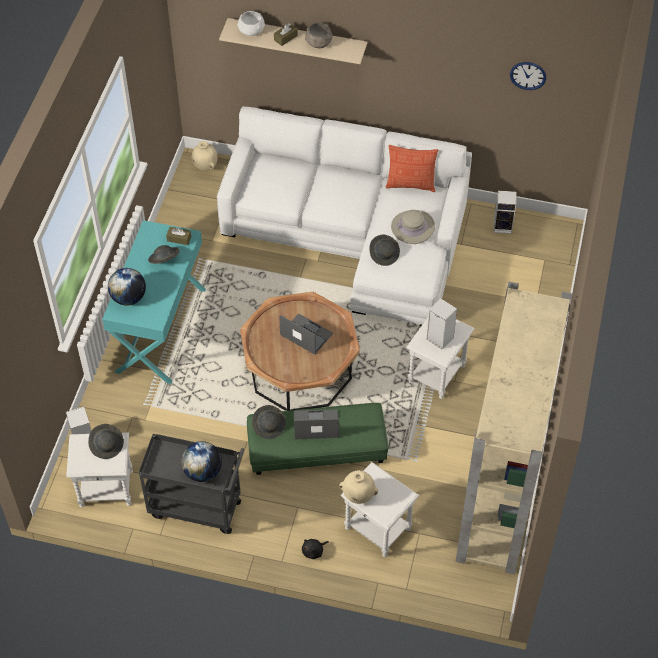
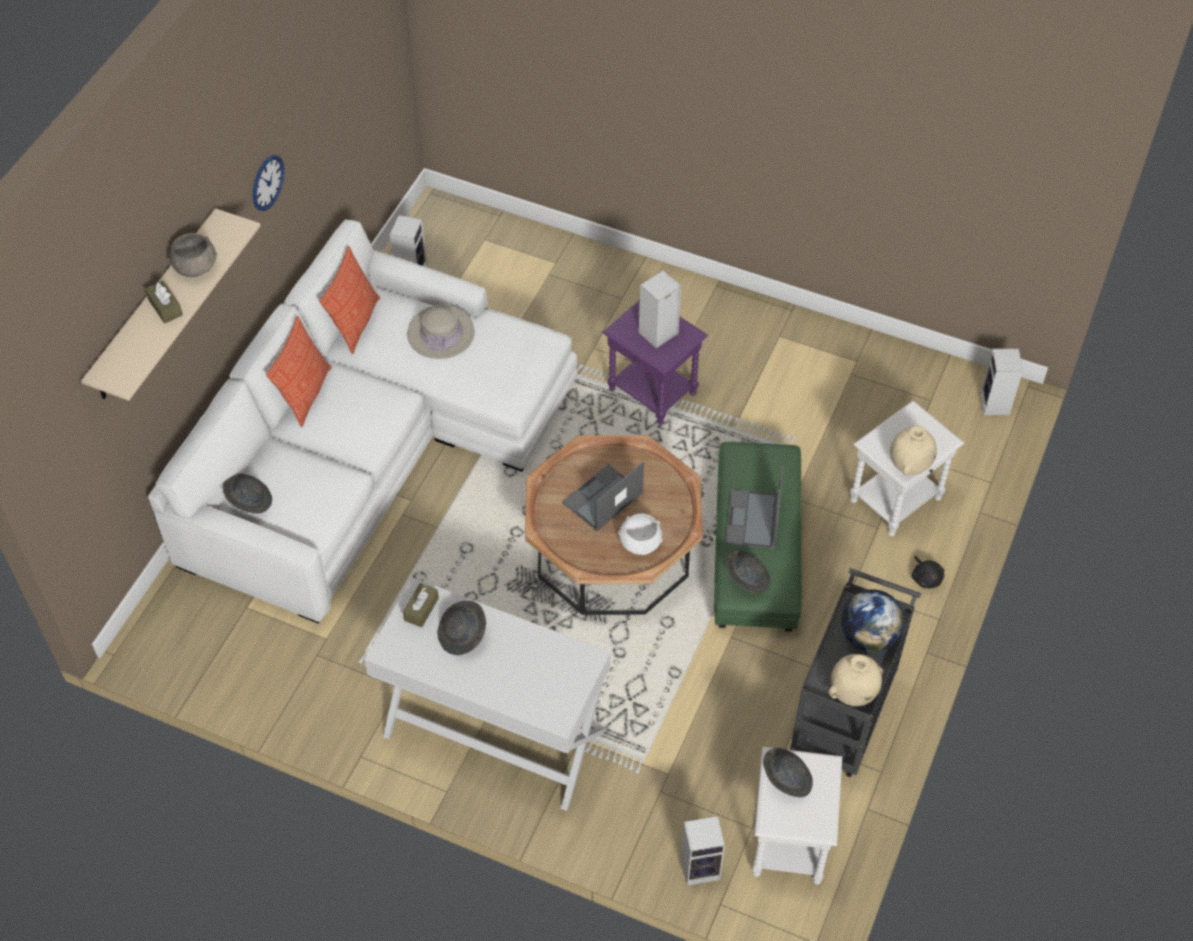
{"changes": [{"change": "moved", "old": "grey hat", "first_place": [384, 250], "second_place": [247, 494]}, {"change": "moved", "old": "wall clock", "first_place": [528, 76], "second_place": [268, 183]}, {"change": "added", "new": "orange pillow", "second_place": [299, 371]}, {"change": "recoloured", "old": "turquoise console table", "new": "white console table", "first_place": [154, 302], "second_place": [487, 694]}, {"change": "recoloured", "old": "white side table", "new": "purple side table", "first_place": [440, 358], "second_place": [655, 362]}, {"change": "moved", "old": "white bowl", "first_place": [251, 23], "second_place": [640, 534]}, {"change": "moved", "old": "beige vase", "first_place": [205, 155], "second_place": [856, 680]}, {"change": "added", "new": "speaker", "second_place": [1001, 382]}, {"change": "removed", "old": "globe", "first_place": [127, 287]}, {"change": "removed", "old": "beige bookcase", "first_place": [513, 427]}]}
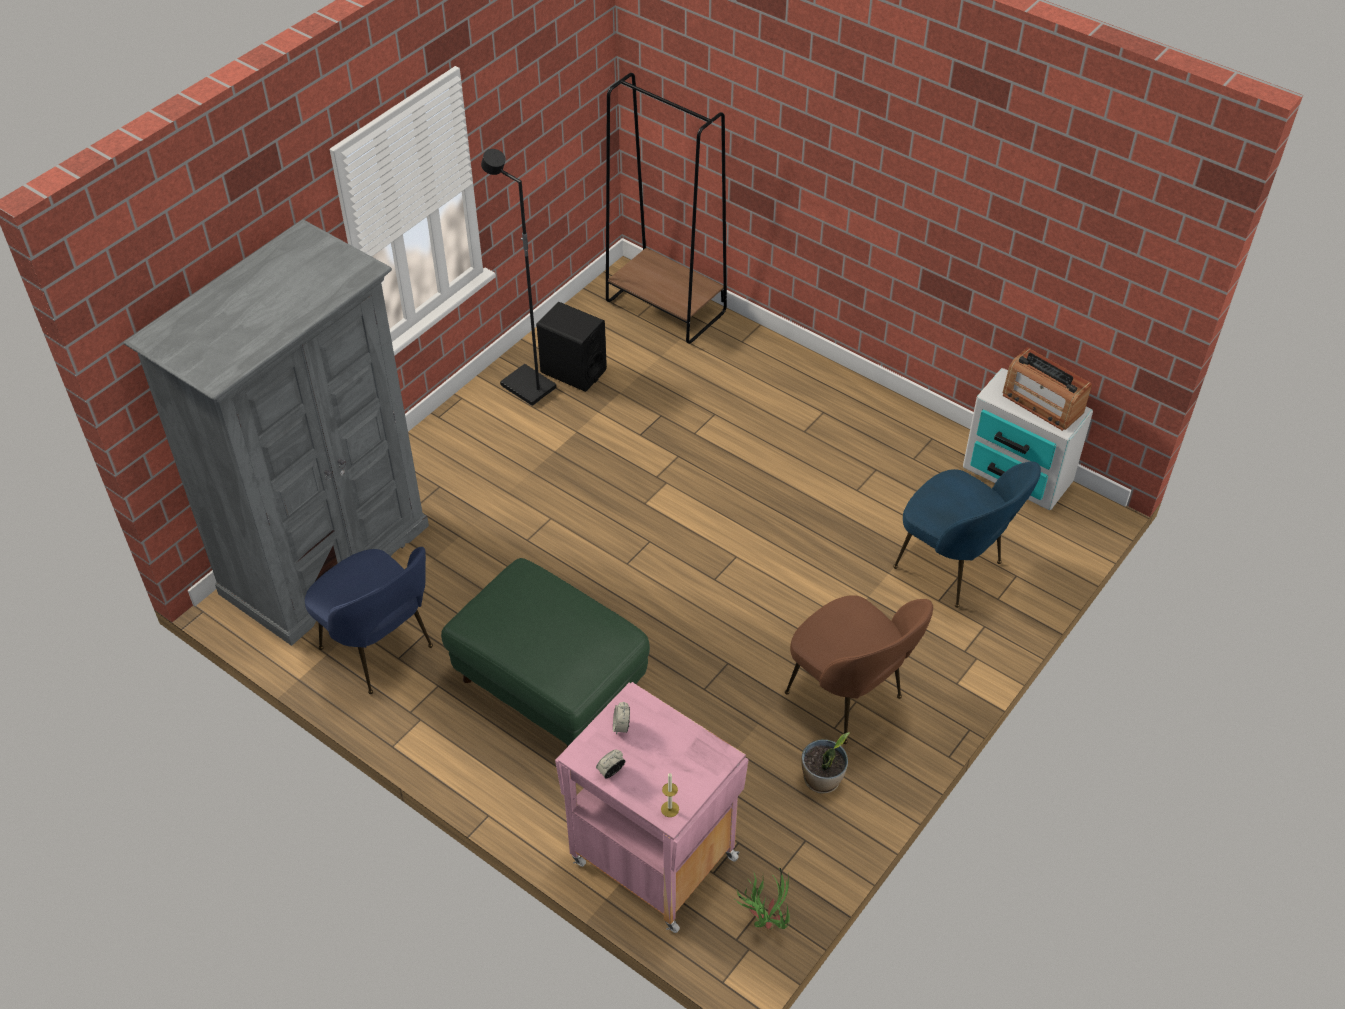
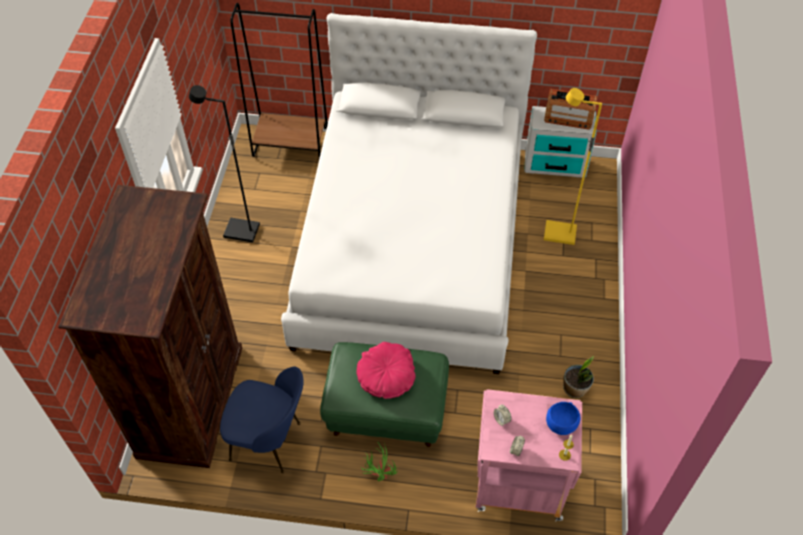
{"changes": [{"change": "recoloured", "old": "grey wardrobe", "new": "brown wardrobe", "first_place": [276, 433], "second_place": [150, 326]}, {"change": "added", "new": "white bed", "second_place": [409, 193]}, {"change": "added", "new": "pink pillow", "second_place": [386, 370]}, {"change": "moved", "old": "potted plant", "first_place": [762, 898], "second_place": [379, 462]}, {"change": "replaced", "old": "blue chair", "new": "yellow floor lamp", "first_place": [967, 535], "second_place": [573, 166]}, {"change": "added", "new": "blue bowl", "second_place": [563, 418]}, {"change": "removed", "old": "black speaker", "first_place": [571, 347]}, {"change": "removed", "old": "brown chair", "first_place": [859, 669]}]}
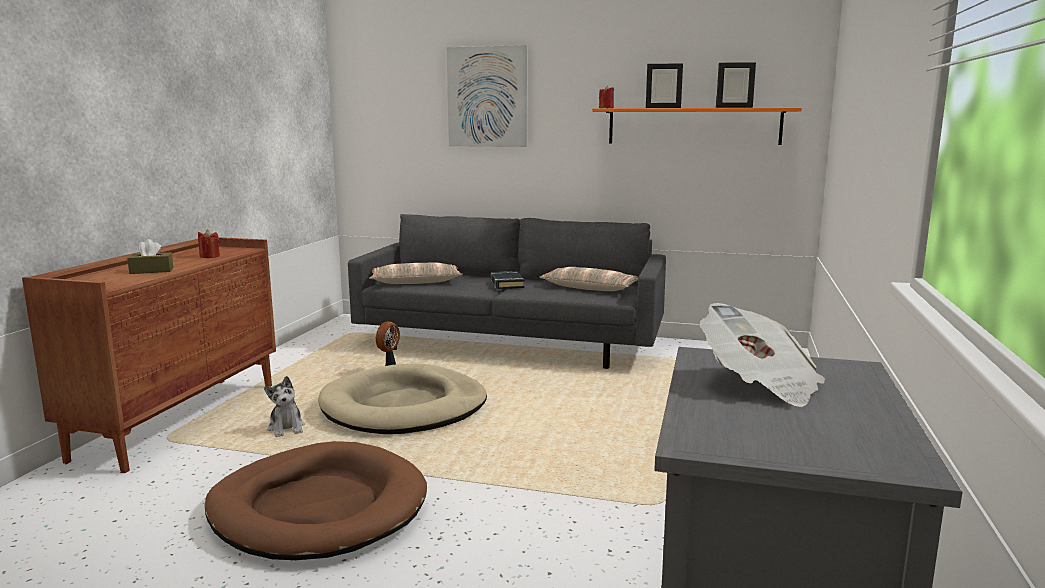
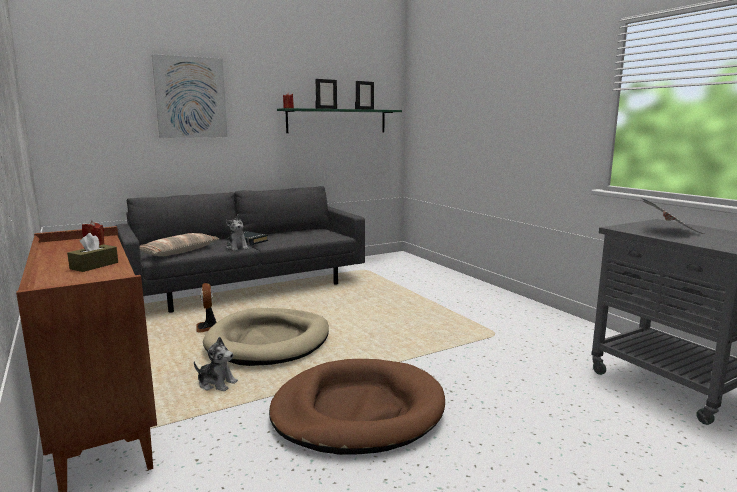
{"changes": [{"change": "added", "new": "plush toy", "second_place": [237, 232]}, {"change": "recoloured", "old": "orange shelf", "new": "green shelf", "first_place": [697, 126], "second_place": [339, 120]}, {"change": "removed", "old": "pillow", "first_place": [588, 279]}]}
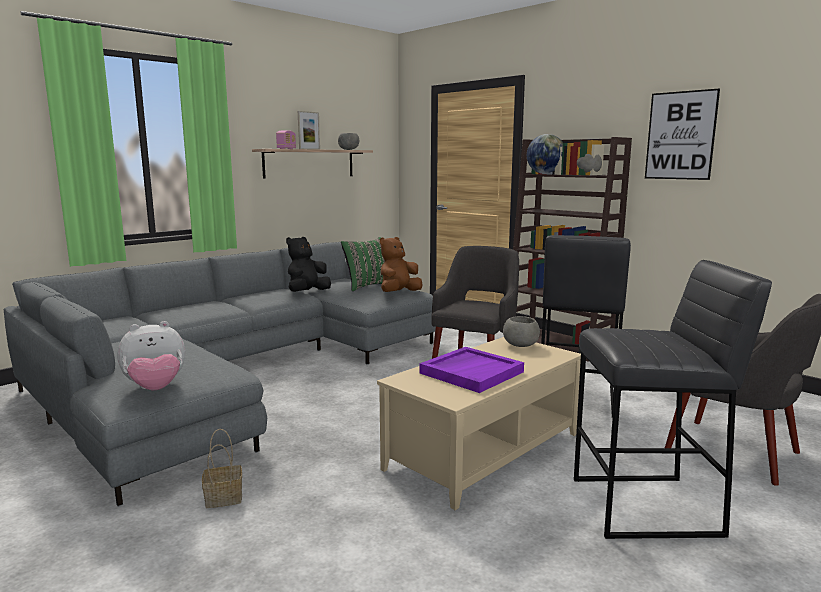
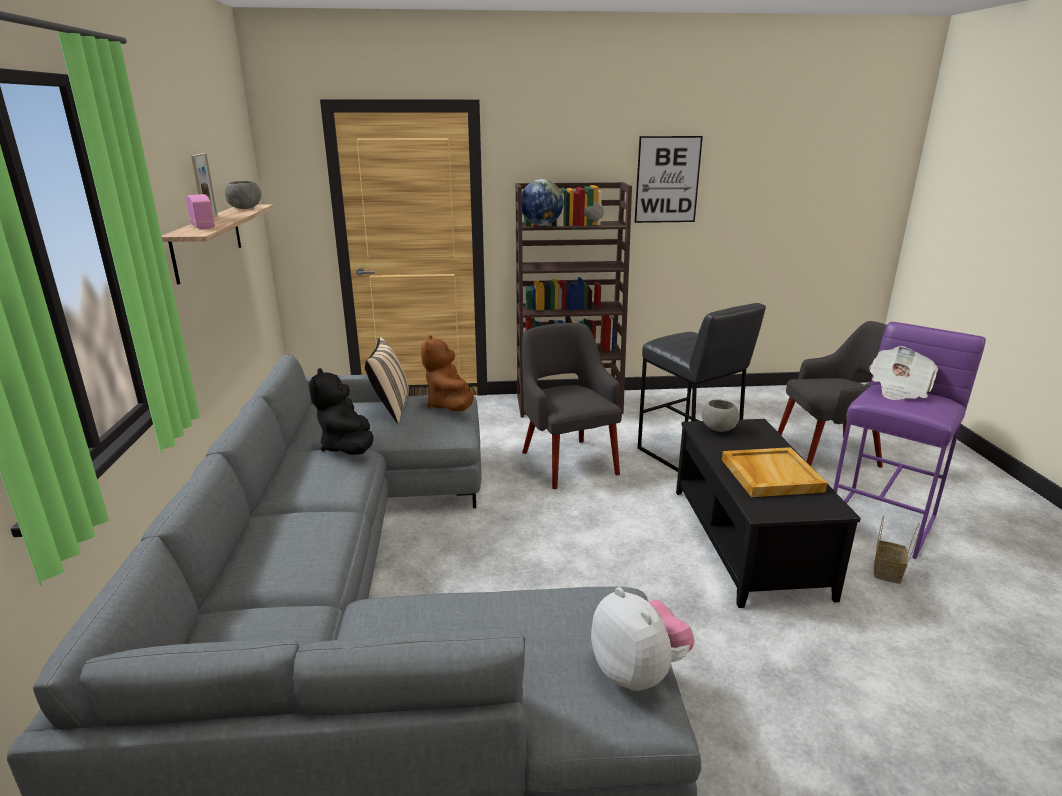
{"changes": [{"change": "recoloured", "old": "green pillow", "new": "beige pillow", "first_place": [363, 264], "second_place": [387, 380]}, {"change": "turned", "old": "plush toy", "first_place": [151, 355], "second_place": [642, 639], "degrees": -45}, {"change": "recoloured", "old": "beige coffee table", "new": "black coffee table", "first_place": [479, 423], "second_place": [768, 513]}, {"change": "recoloured", "old": "purple tray", "new": "beige tray", "first_place": [471, 370], "second_place": [774, 472]}, {"change": "recoloured", "old": "grey stool", "new": "purple stool", "first_place": [673, 399], "second_place": [909, 440]}, {"change": "added", "new": "newspaper", "second_place": [903, 373]}, {"change": "moved", "old": "basket", "first_place": [222, 468], "second_place": [897, 549]}]}
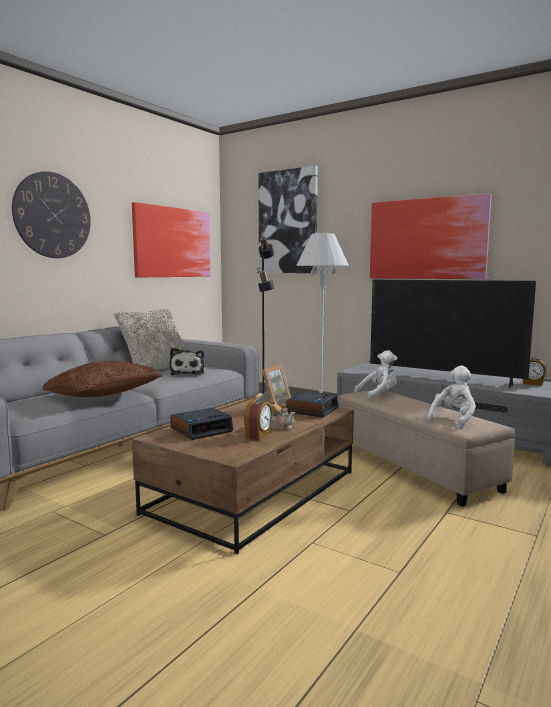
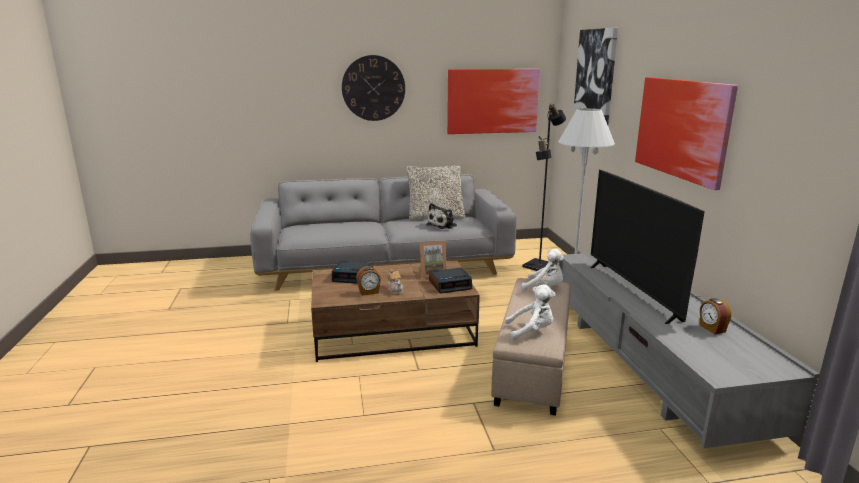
{"changes": [{"change": "removed", "old": "brown pillow", "first_place": [102, 379]}]}
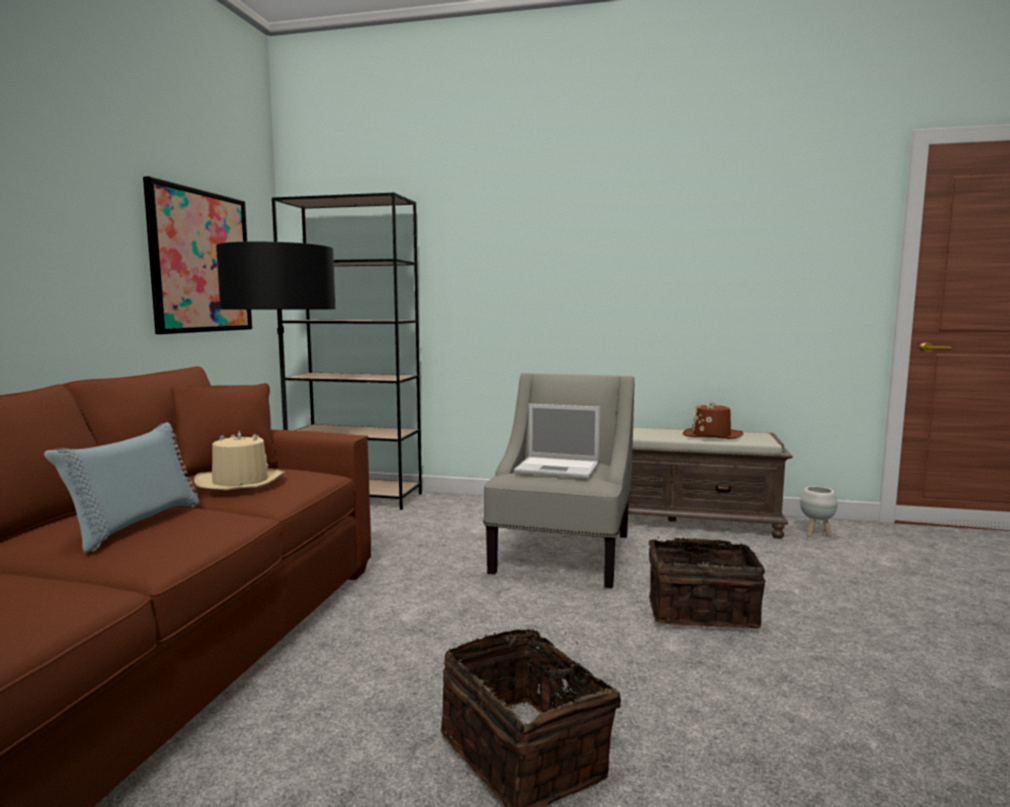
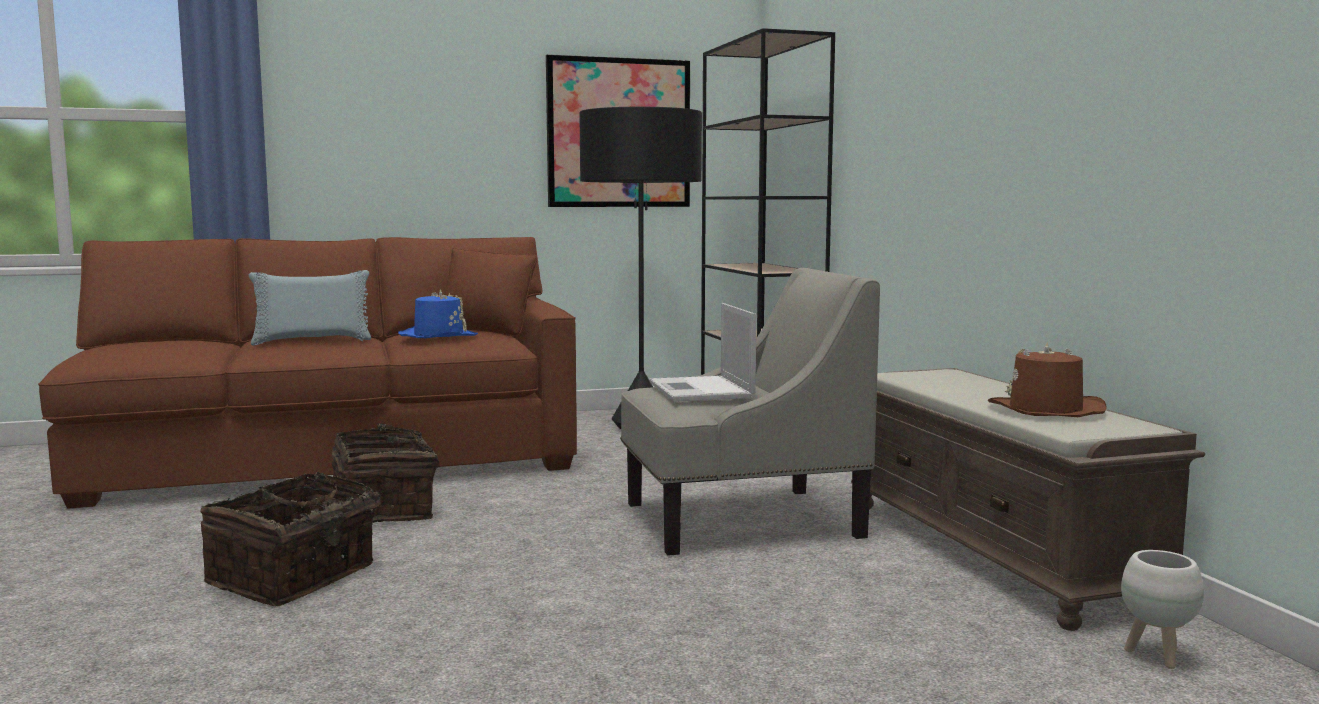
{"changes": [{"change": "moved", "old": "basket", "first_place": [707, 582], "second_place": [389, 473]}, {"change": "recoloured", "old": "beige hat", "new": "blue hat", "first_place": [239, 461], "second_place": [438, 313]}]}
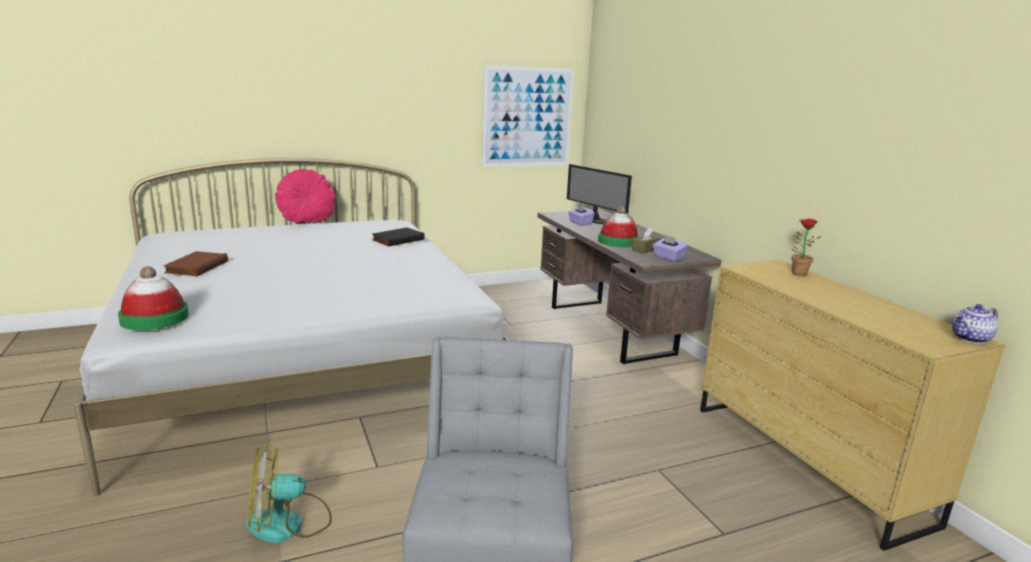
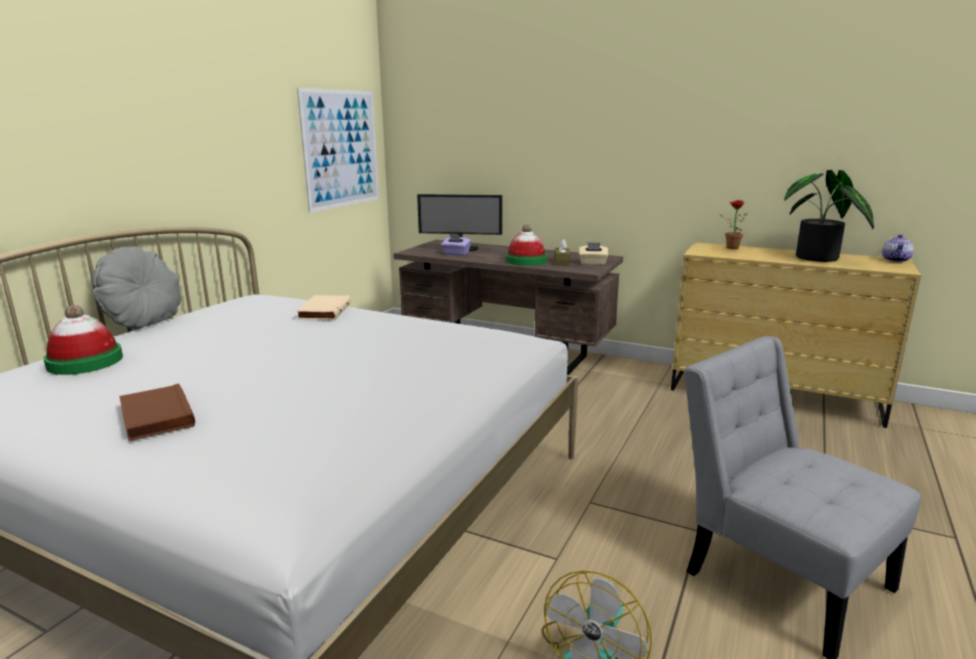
{"changes": [{"change": "moved", "old": "hat", "first_place": [153, 298], "second_place": [83, 340]}, {"change": "recoloured", "old": "pink pillow", "new": "grey pillow", "first_place": [305, 196], "second_place": [136, 287]}, {"change": "recoloured", "old": "black book", "new": "beige book", "first_place": [398, 236], "second_place": [323, 307]}, {"change": "recoloured", "old": "purple tissue box", "new": "beige tissue box", "first_place": [670, 248], "second_place": [593, 254]}, {"change": "added", "new": "potted plant", "second_place": [829, 216]}]}
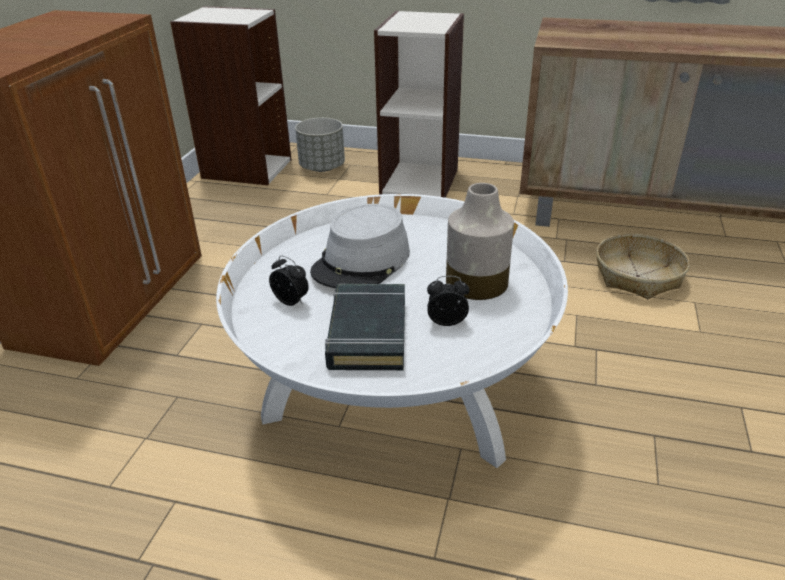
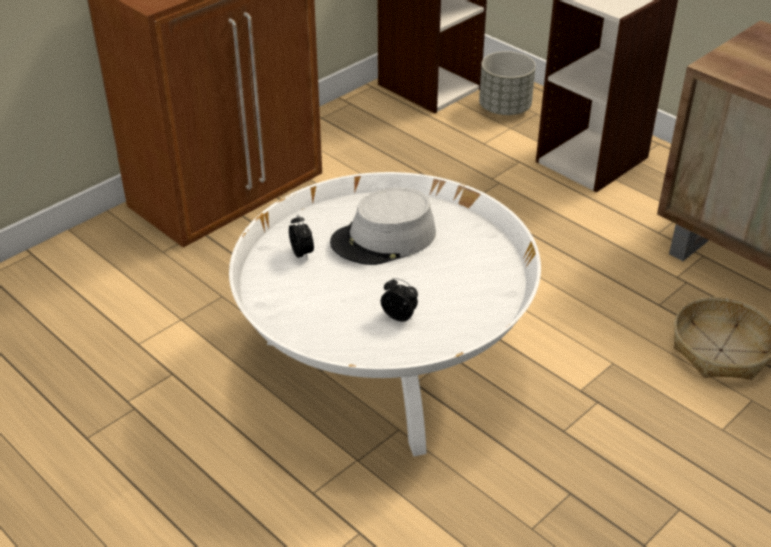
{"changes": [{"change": "removed", "old": "black book", "first_place": [365, 327]}, {"change": "removed", "old": "beige vase", "first_place": [480, 241]}]}
